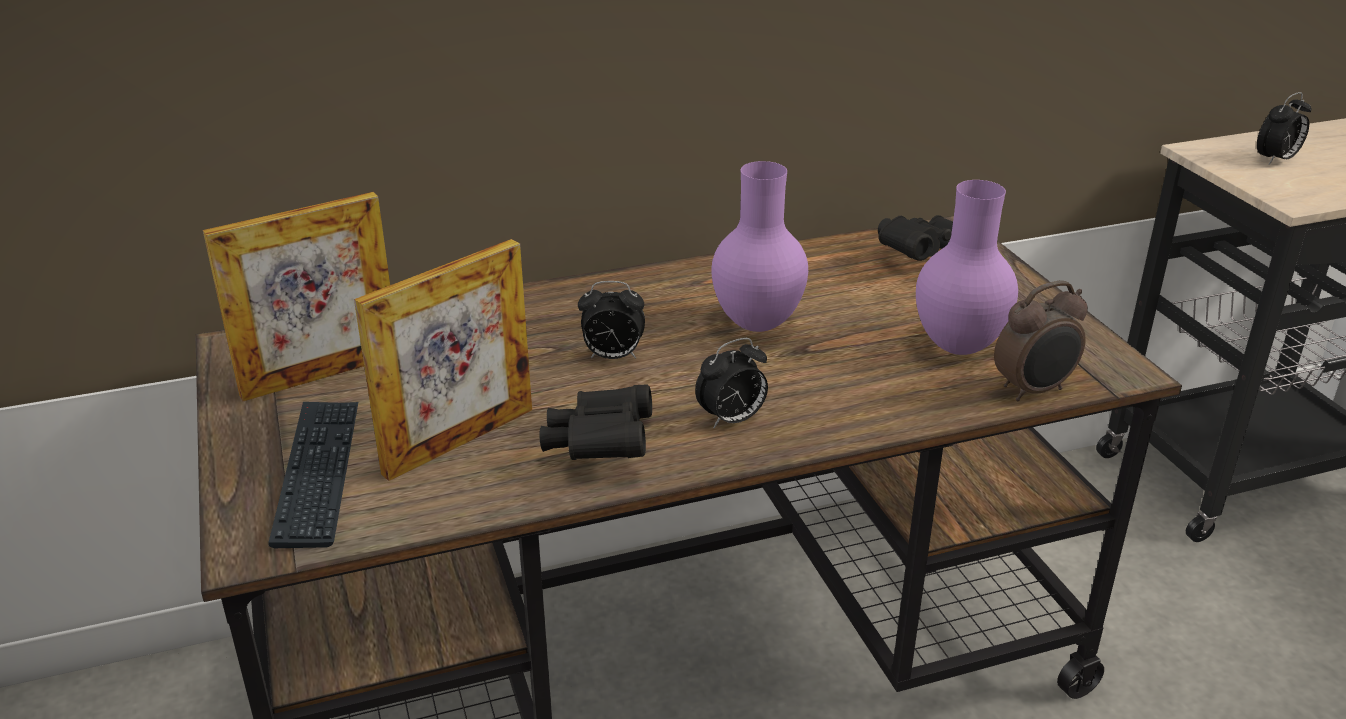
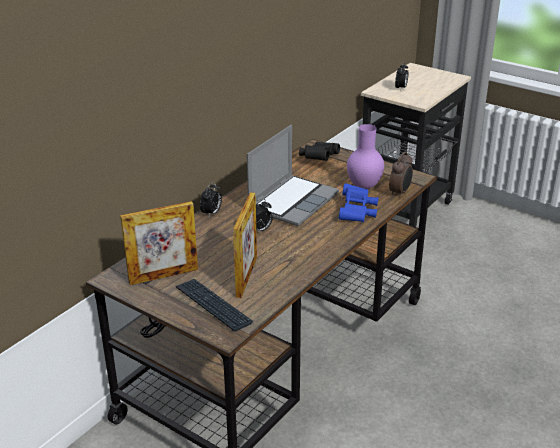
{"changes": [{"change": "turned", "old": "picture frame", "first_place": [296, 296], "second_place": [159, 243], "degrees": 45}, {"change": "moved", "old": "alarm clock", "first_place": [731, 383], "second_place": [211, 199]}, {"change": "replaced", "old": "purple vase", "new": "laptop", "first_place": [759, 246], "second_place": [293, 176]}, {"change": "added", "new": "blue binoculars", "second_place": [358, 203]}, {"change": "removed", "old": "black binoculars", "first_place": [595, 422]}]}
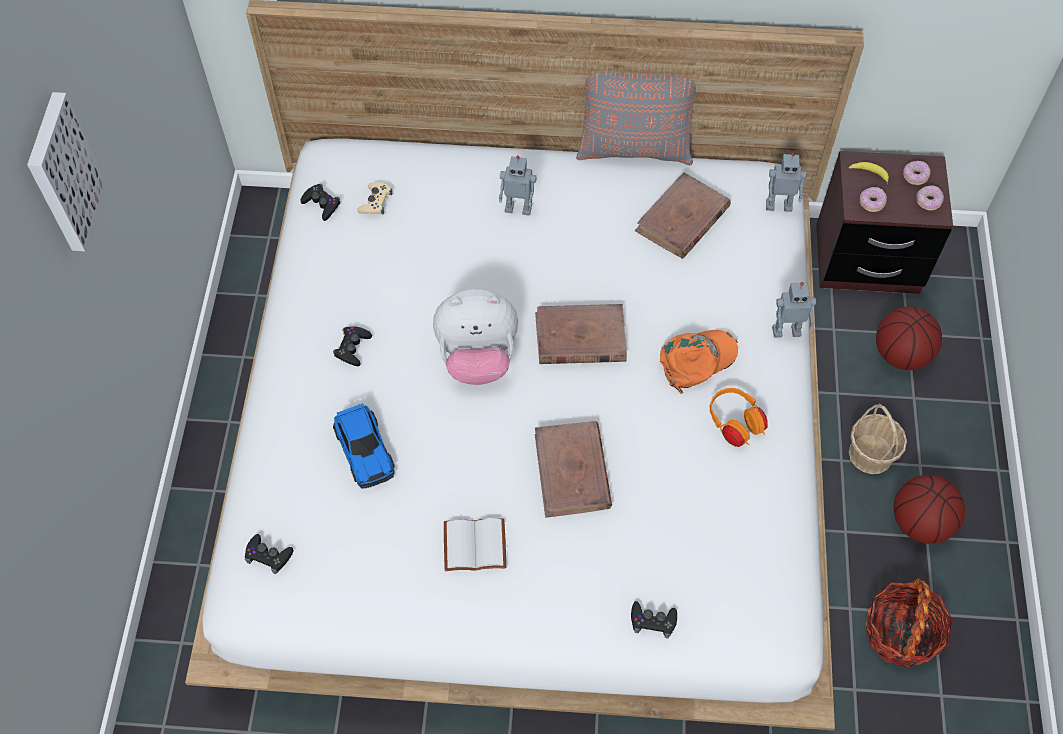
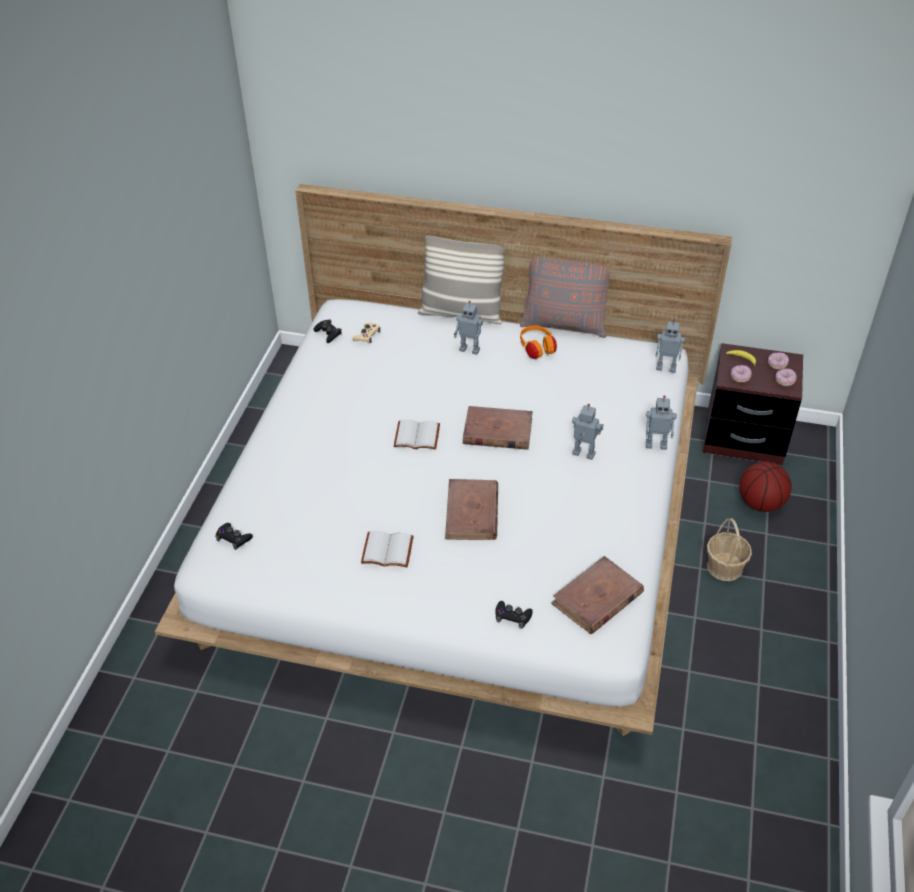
{"changes": [{"change": "replaced", "old": "plush toy", "new": "white book", "first_place": [475, 337], "second_place": [417, 434]}, {"change": "added", "new": "pillow", "second_place": [461, 279]}, {"change": "moved", "old": "orange headphones", "first_place": [739, 417], "second_place": [538, 342]}, {"change": "moved", "old": "brown book", "first_place": [683, 215], "second_place": [597, 595]}, {"change": "replaced", "old": "orange cap", "new": "toy robot", "first_place": [699, 362], "second_place": [588, 432]}, {"change": "removed", "old": "picture", "first_place": [66, 172]}, {"change": "removed", "old": "black game controller", "first_place": [352, 346]}, {"change": "removed", "old": "toy car", "first_place": [364, 446]}, {"change": "removed", "old": "basket", "first_place": [909, 623]}, {"change": "removed", "old": "basketball", "first_place": [929, 509]}]}
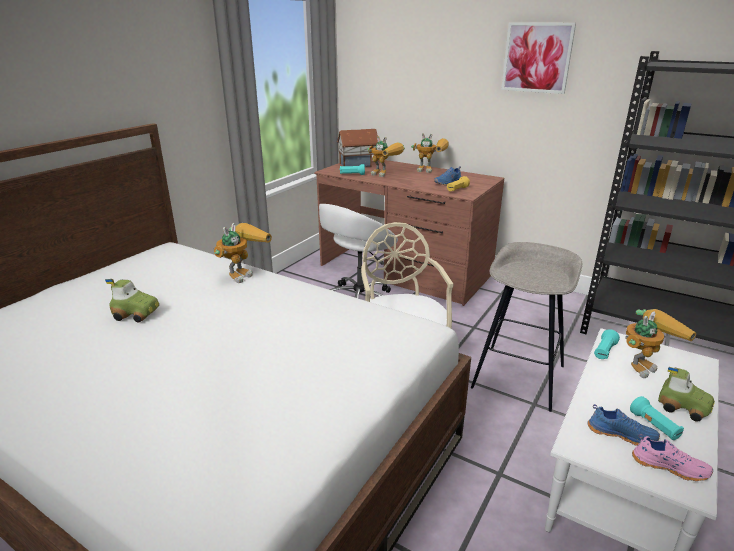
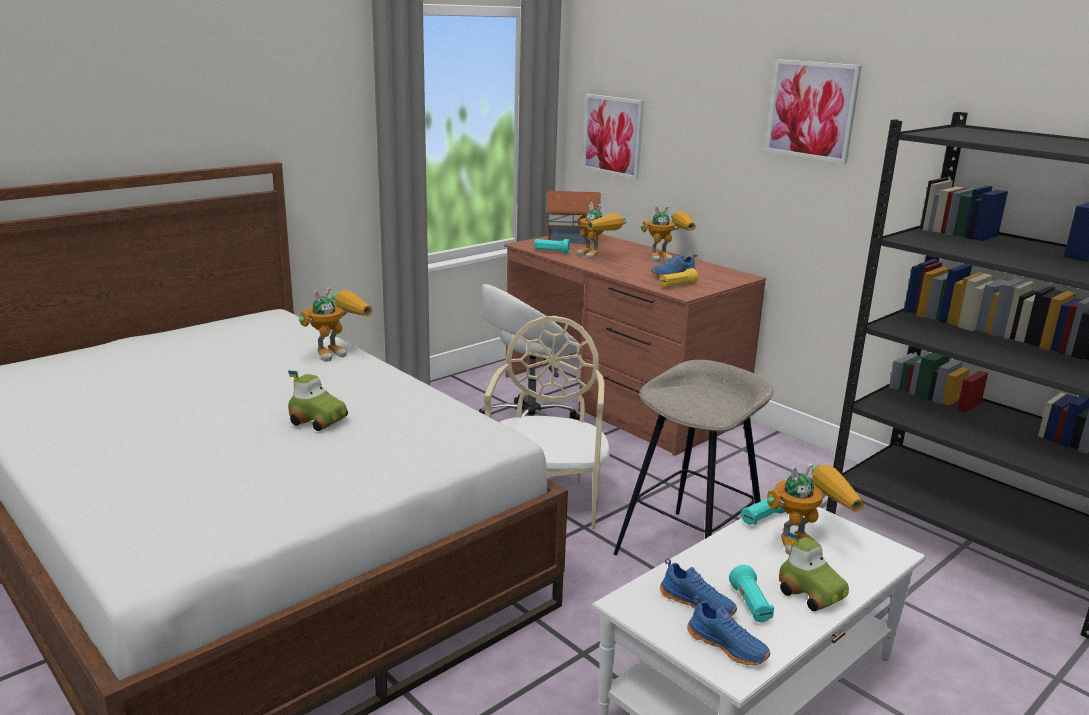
{"changes": [{"change": "moved", "old": "toy car", "first_place": [132, 301], "second_place": [318, 400]}, {"change": "added", "new": "picture", "second_place": [613, 136]}, {"change": "turned", "old": "toy robot", "first_place": [430, 153], "second_place": [668, 234], "degrees": -45}, {"change": "recoloured", "old": "pink shoe", "new": "blue shoe", "first_place": [672, 457], "second_place": [728, 630]}]}
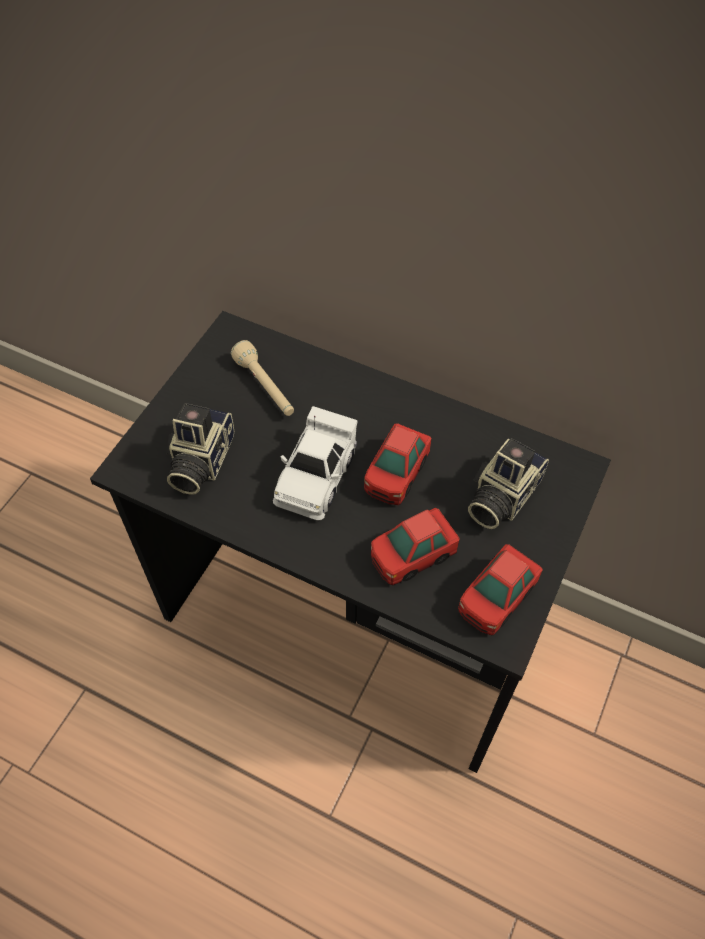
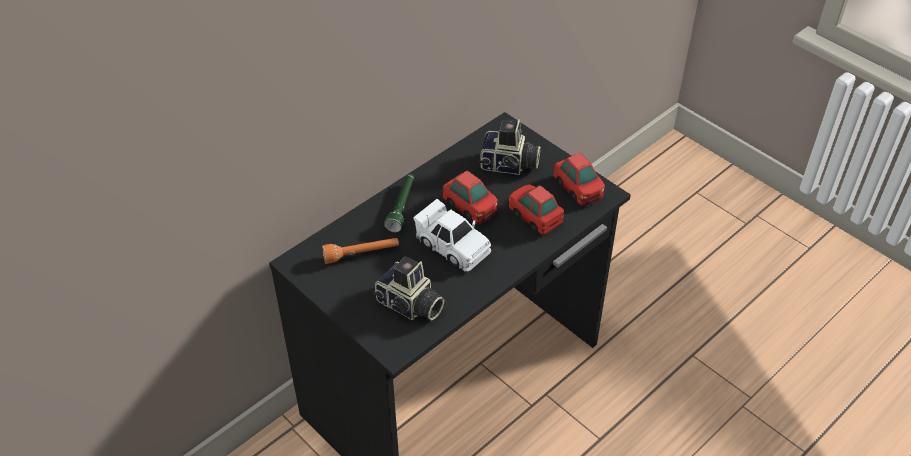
{"changes": [{"change": "recoloured", "old": "beige flashlight", "new": "orange flashlight", "first_place": [262, 378], "second_place": [360, 251]}, {"change": "added", "new": "green flashlight", "second_place": [399, 203]}, {"change": "turned", "old": "photo camera", "first_place": [508, 483], "second_place": [510, 147], "degrees": -45}, {"change": "turned", "old": "toy car", "first_place": [415, 546], "second_place": [536, 209], "degrees": 150}]}
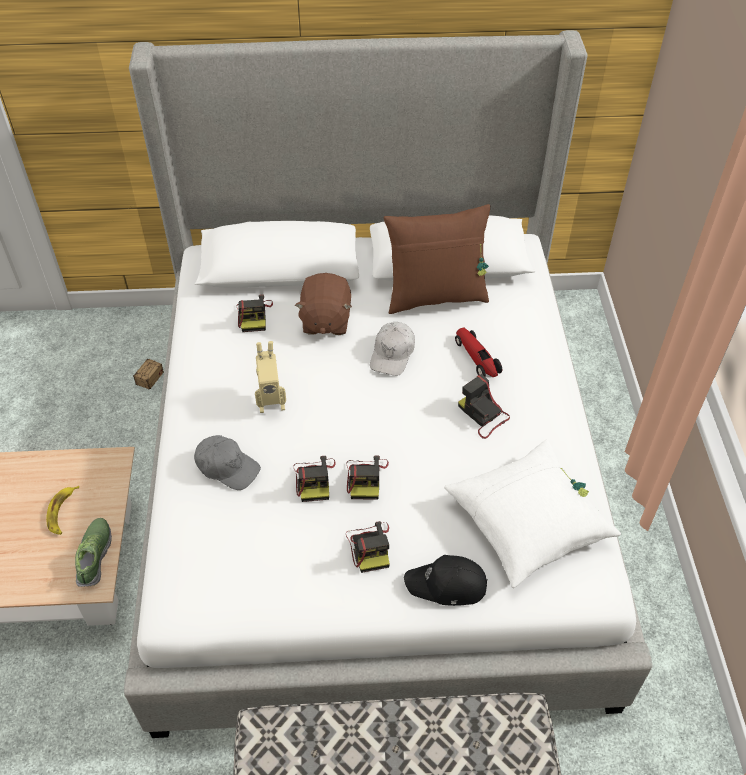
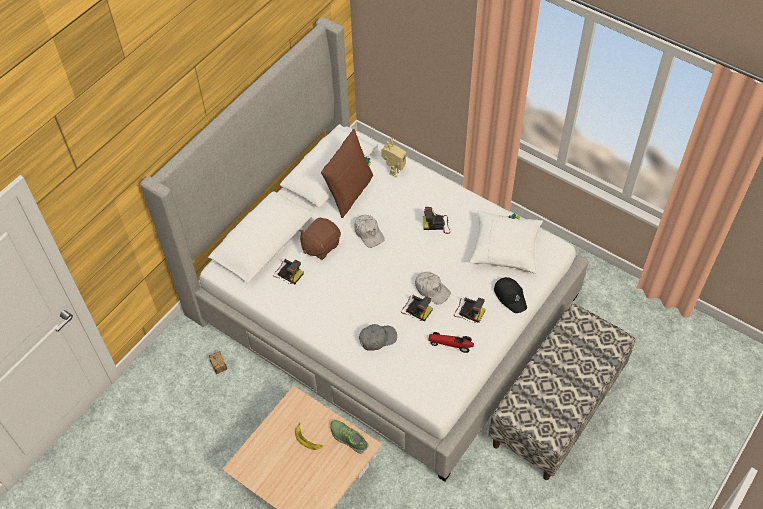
{"changes": [{"change": "turned", "old": "brown plush toy", "first_place": [323, 304], "second_place": [320, 239], "degrees": 90}, {"change": "moved", "old": "toy robot", "first_place": [270, 377], "second_place": [393, 157]}, {"change": "replaced", "old": "photo camera", "new": "white cap", "first_place": [368, 477], "second_place": [433, 288]}, {"change": "moved", "old": "toy car", "first_place": [478, 352], "second_place": [451, 342]}, {"change": "turned", "old": "black cap", "first_place": [445, 580], "second_place": [510, 295], "degrees": -75}]}
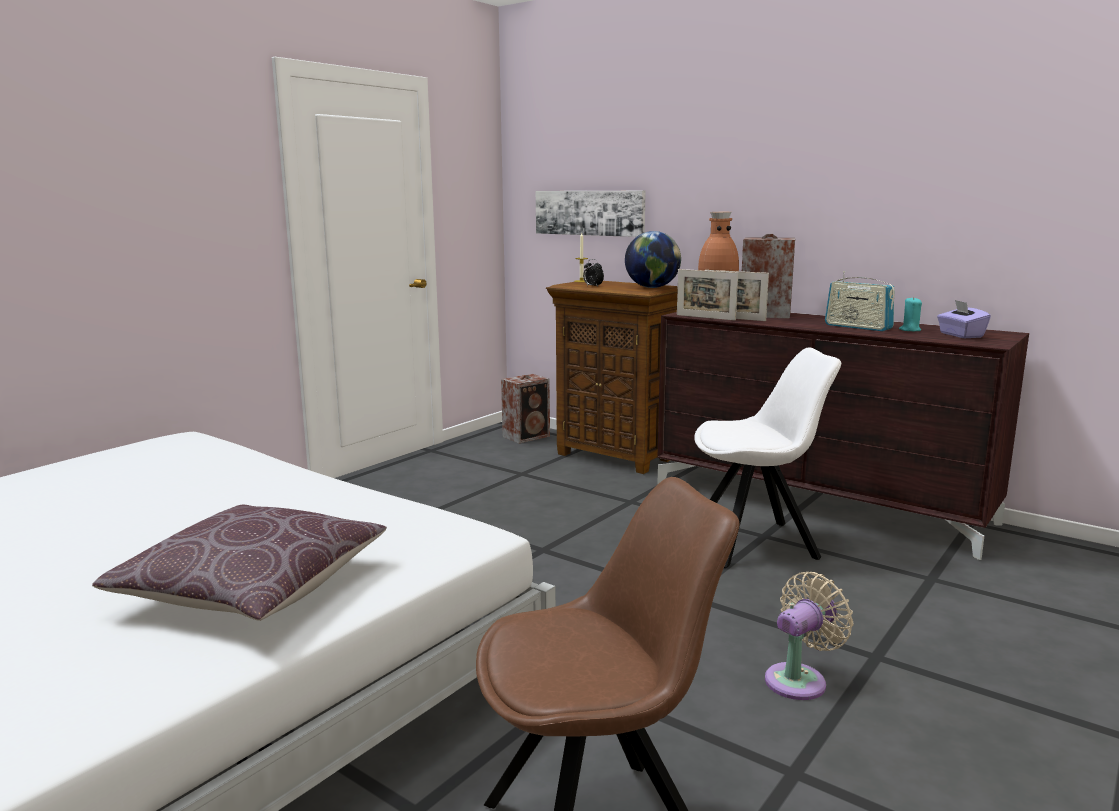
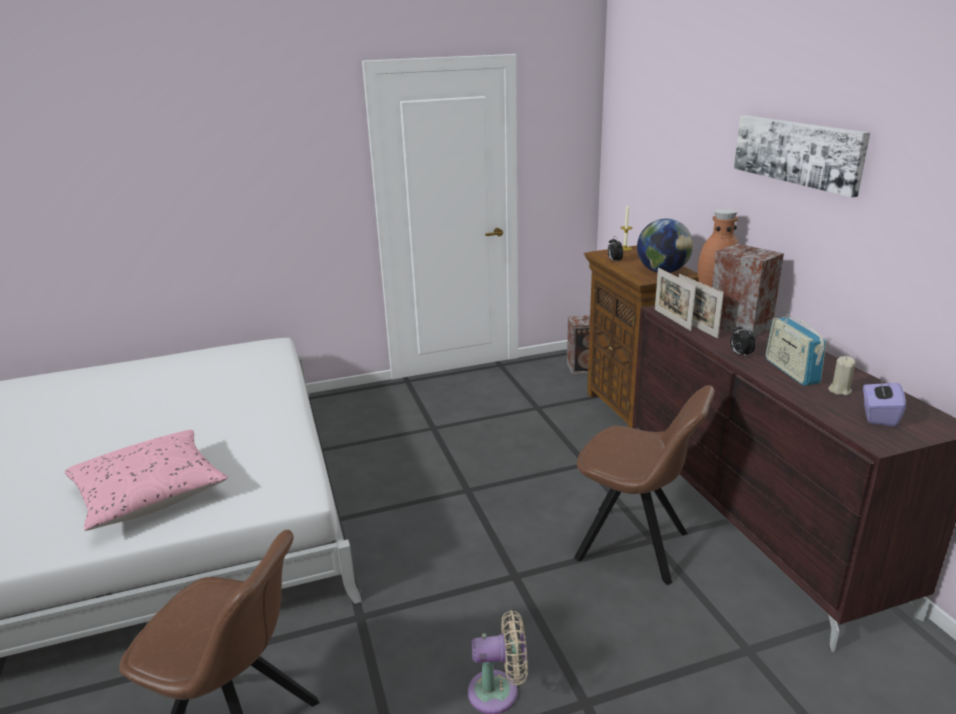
{"changes": [{"change": "recoloured", "old": "brown pillow", "new": "pink pillow", "first_place": [239, 563], "second_place": [146, 480]}, {"change": "recoloured", "old": "white chair", "new": "brown chair", "first_place": [767, 457], "second_place": [644, 485]}, {"change": "added", "new": "alarm clock", "second_place": [743, 340]}, {"change": "moved", "old": "picture", "first_place": [591, 214], "second_place": [802, 156]}, {"change": "recoloured", "old": "turquoise candle", "new": "beige candle", "first_place": [910, 314], "second_place": [842, 375]}]}
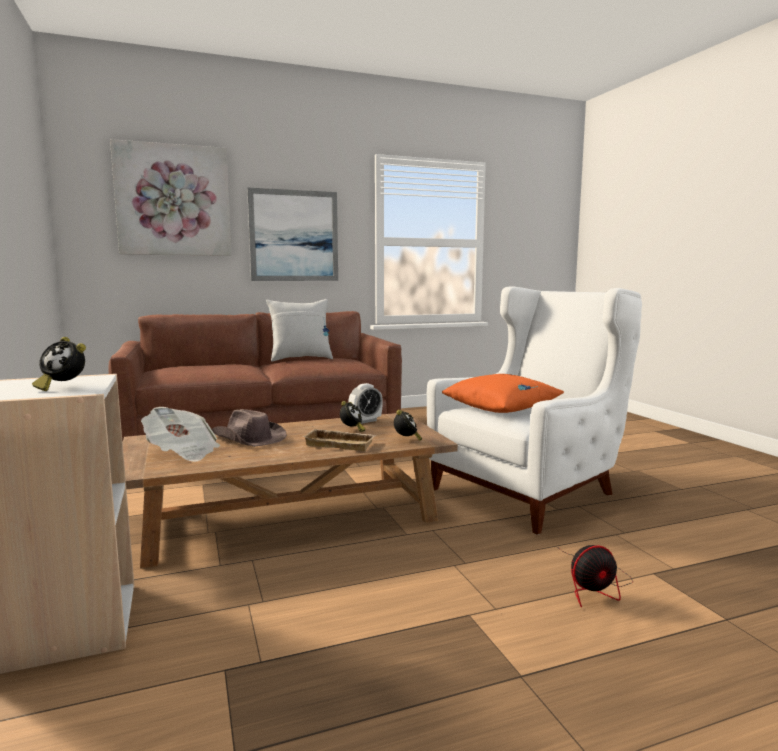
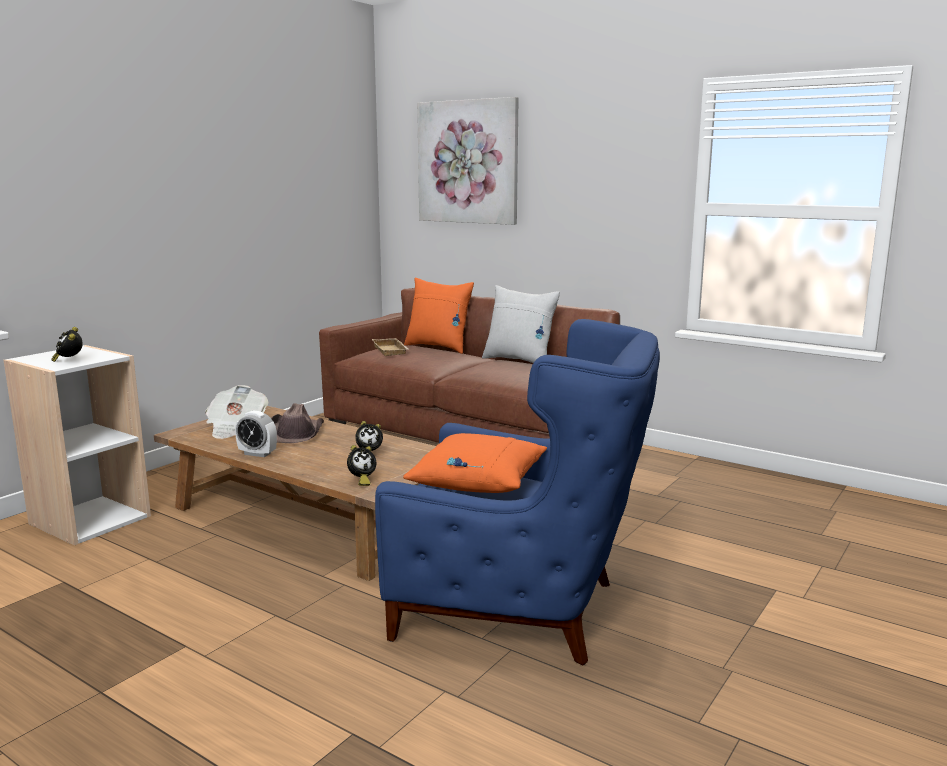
{"changes": [{"change": "moved", "old": "alarm clock", "first_place": [365, 403], "second_place": [256, 434]}, {"change": "moved", "old": "beige tray", "first_place": [339, 440], "second_place": [390, 347]}, {"change": "recoloured", "old": "white armchair", "new": "blue armchair", "first_place": [534, 410], "second_place": [517, 492]}, {"change": "added", "new": "orange pillow", "second_place": [439, 316]}, {"change": "removed", "old": "picture", "first_place": [292, 234]}, {"change": "removed", "old": "fan", "first_place": [594, 576]}]}
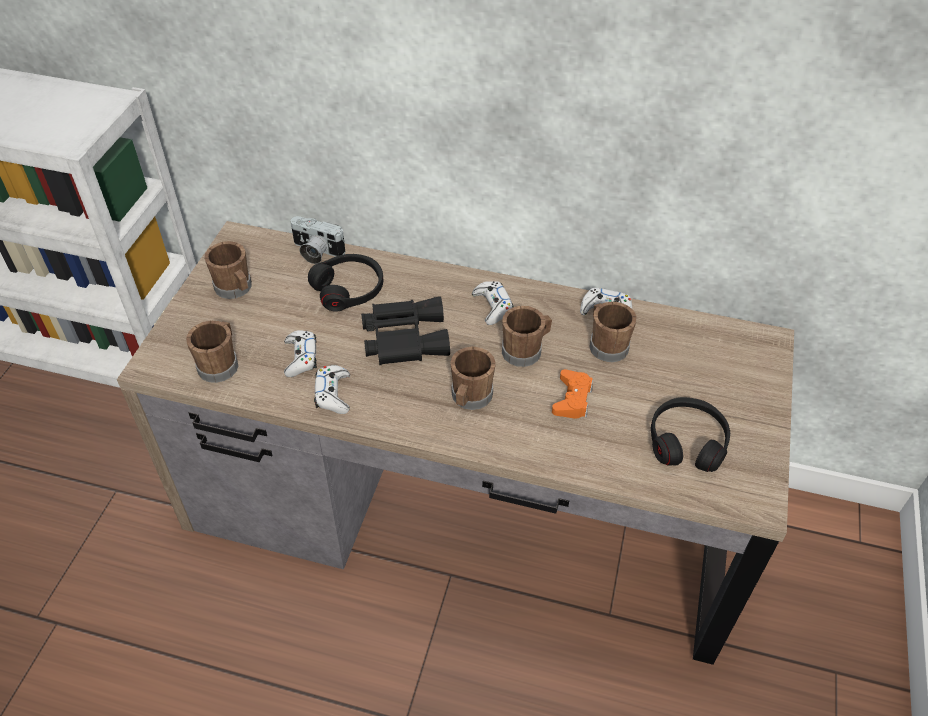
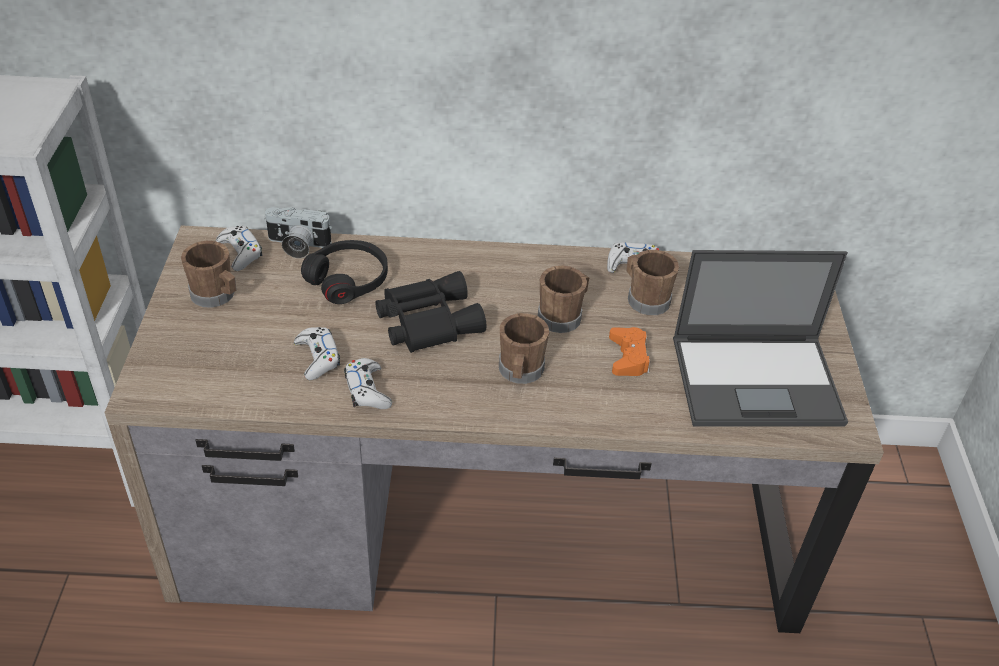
{"changes": [{"change": "moved", "old": "white game controller", "first_place": [493, 303], "second_place": [239, 248]}, {"change": "replaced", "old": "black headphones", "new": "laptop", "first_place": [690, 434], "second_place": [760, 338]}, {"change": "removed", "old": "brown mug", "first_place": [212, 352]}]}
